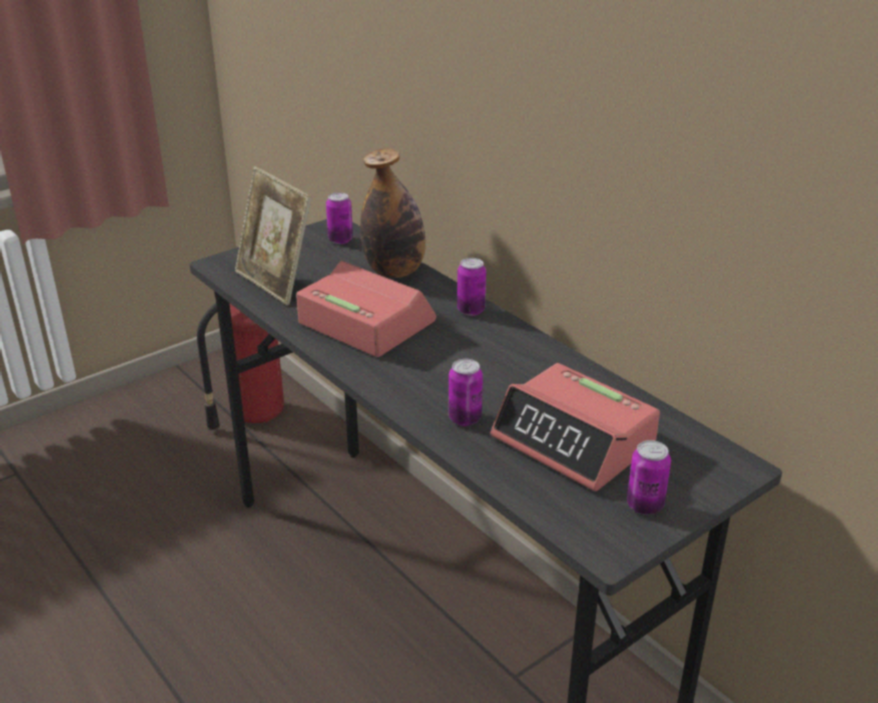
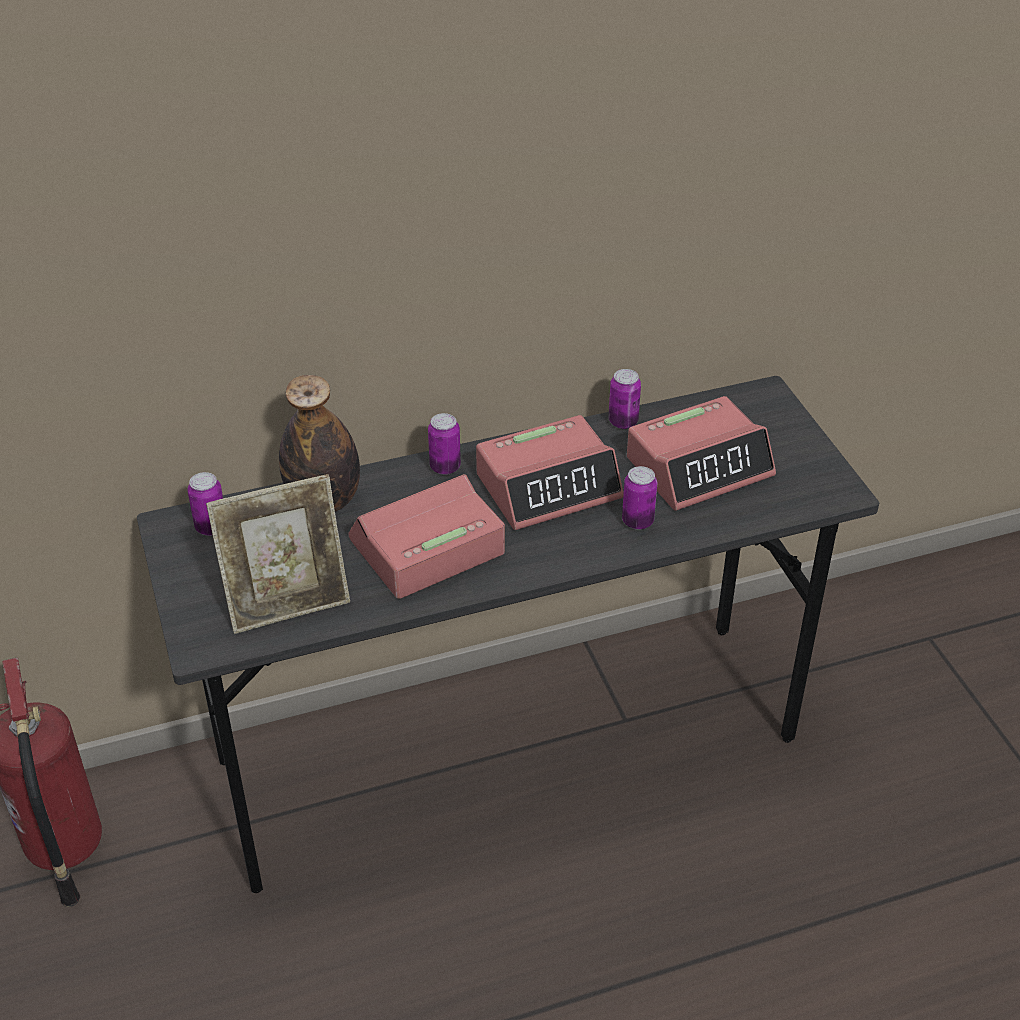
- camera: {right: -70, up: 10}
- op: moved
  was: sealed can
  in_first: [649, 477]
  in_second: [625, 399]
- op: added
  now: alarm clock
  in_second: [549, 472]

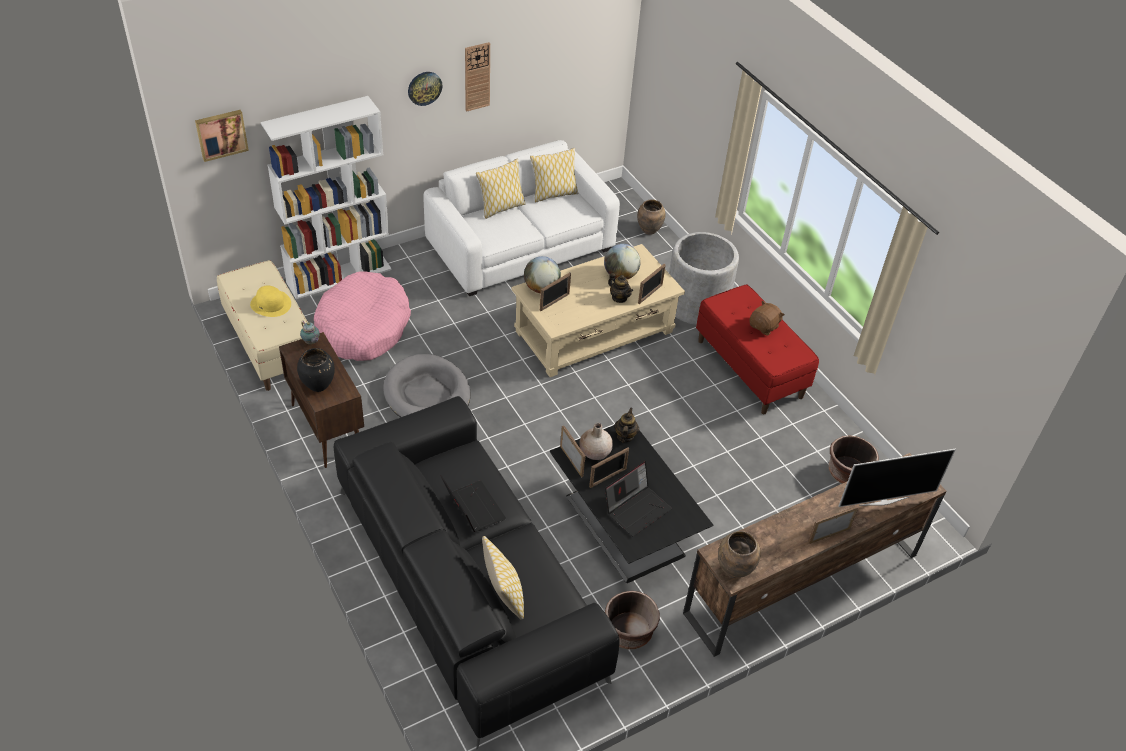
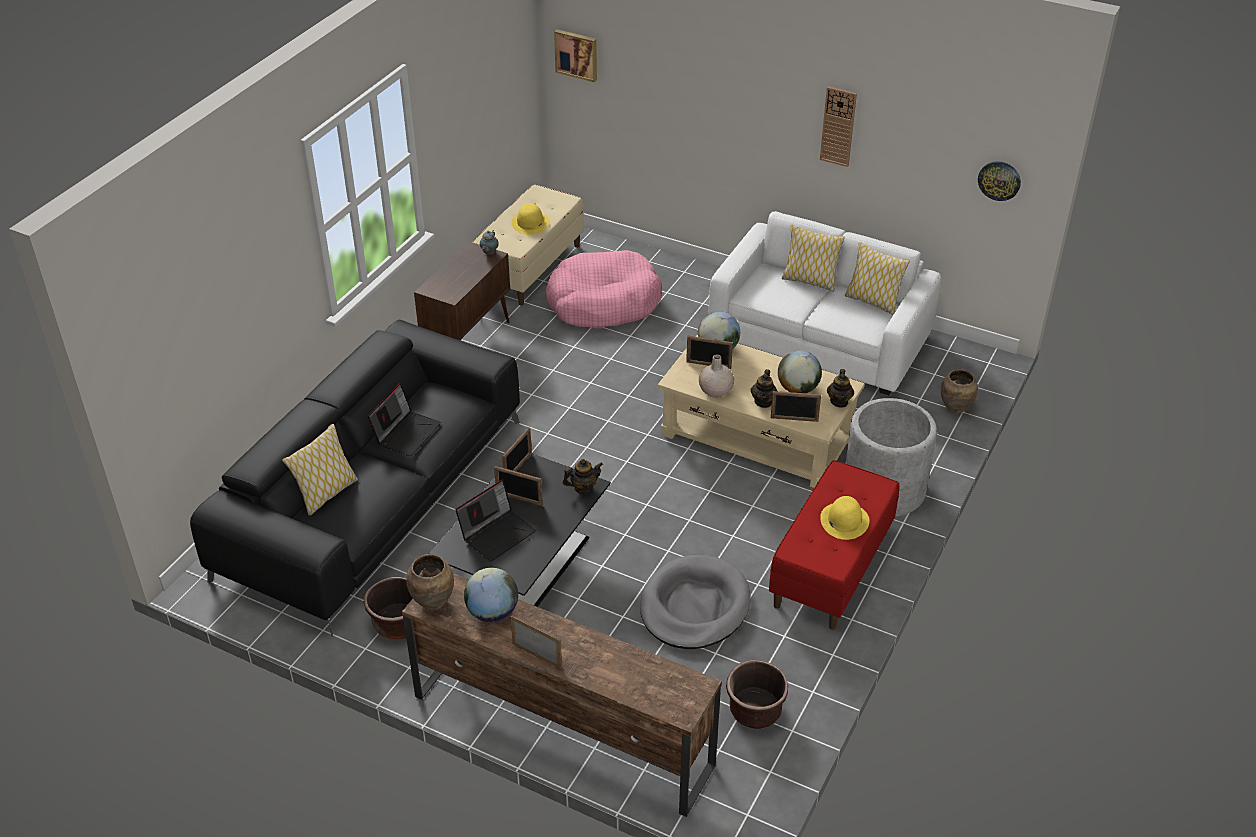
- camera: {right: 60, up: -5}
- op: removed
  was: bookcase/white-coloured
  in_first: [326, 197]
- op: removed
  was: flower vase/blackish
  in_first: [316, 370]
- op: moved
  was: dog bed/gray
  in_first: [426, 385]
  in_second: [695, 602]
- op: moved
  was: wall clock
  in_first: [425, 89]
  in_second: [999, 181]
- op: moved
  was: flower vase/sand-coloured
  in_first: [596, 441]
  in_second: [716, 375]
- op: turned
  was: portable computer
  in_first: [638, 498]
  in_second: [495, 521]
  clockwise: -60
- op: replaced
  was: plush toy/brown-coloured
  now: clothing hat/yellowish
  in_first: [767, 318]
  in_second: [845, 518]
- op: removed
  was: television
  in_first: [897, 478]
- op: added
  now: desk globe
  in_second: [491, 595]
- op: added
  now: teapot
  in_second: [840, 388]

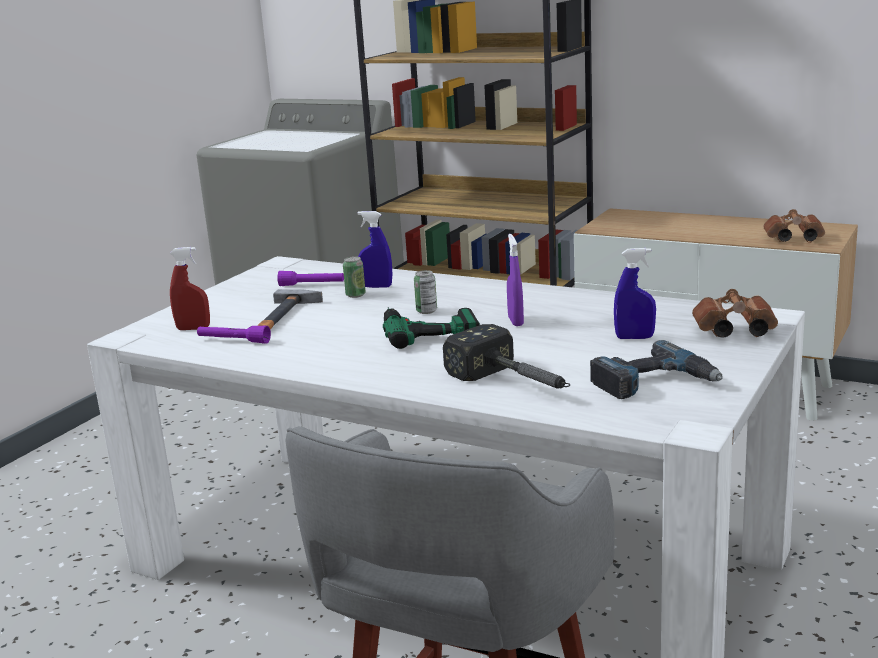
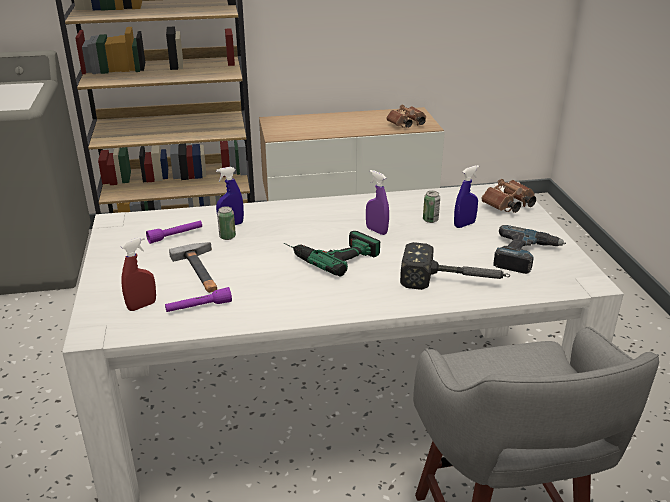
- camera: {right: -40, up: 10}
- op: moved
  was: sealed can
  in_first: [425, 292]
  in_second: [431, 207]

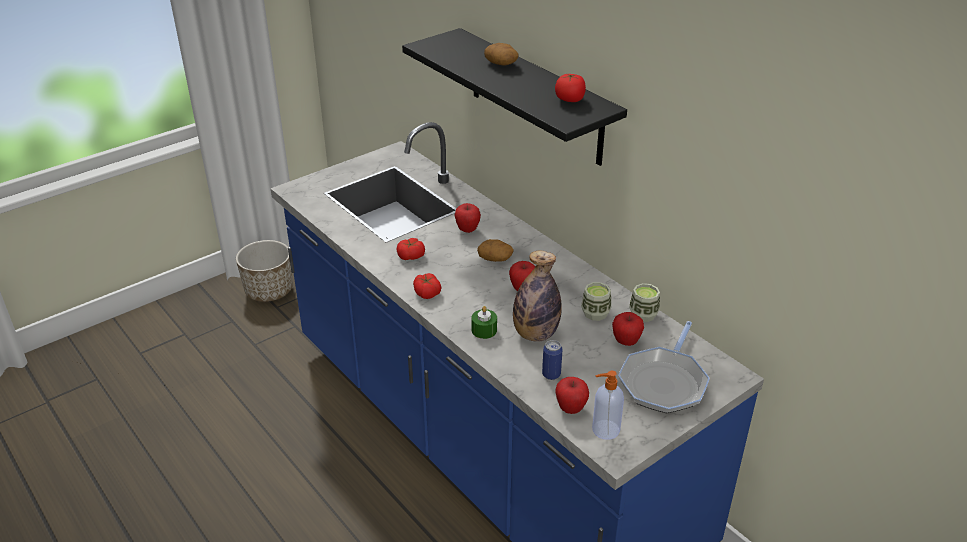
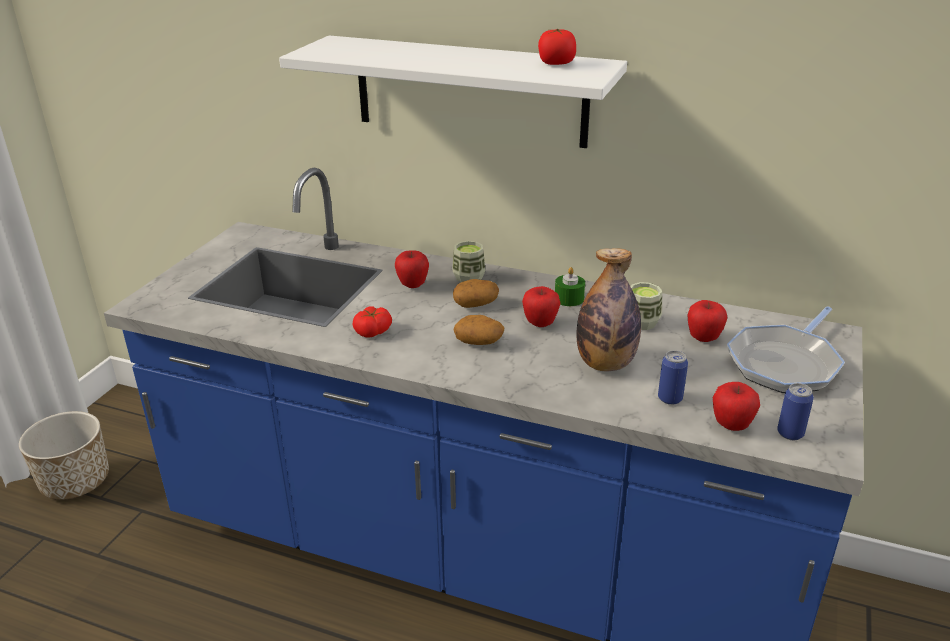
- camera: {right: -30, up: -5}
- op: recoloured
  was: shelf/blackish
  now: shelf/white-coloured
  in_first: [514, 97]
  in_second: [453, 91]
- op: removed
  was: whole tomato
  in_first: [427, 286]
- op: moved
  was: wax candle/green
  in_first: [484, 322]
  in_second: [570, 286]
- op: moved
  was: spud
  in_first: [501, 54]
  in_second: [479, 330]
- op: replaced
  was: liquid soap bottle
  now: sealed can
  in_first: [608, 405]
  in_second: [795, 411]
- op: turned
  was: frying pan
  in_first: [664, 367]
  in_second: [786, 349]
  clockwise: 45
- op: moved
  was: drinking cup
  in_first: [644, 302]
  in_second: [469, 261]

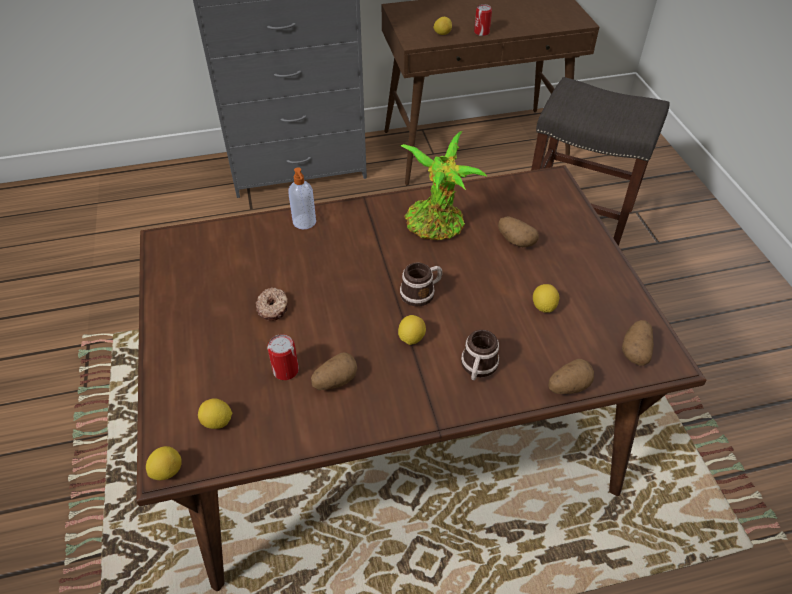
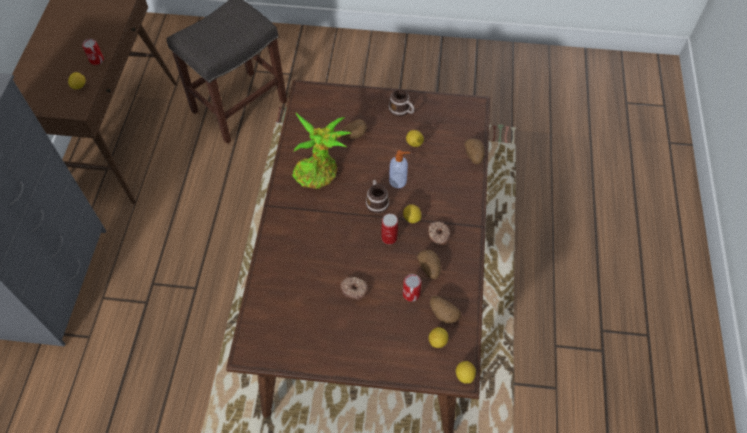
- camera: {right: -70, up: 10}
- op: moved
  was: liquid soap bottle
  in_first: [302, 198]
  in_second: [399, 169]
- op: moved
  was: mug
  in_first: [480, 355]
  in_second: [401, 103]
- op: moved
  was: spud
  in_first: [638, 343]
  in_second: [445, 310]
- op: added
  now: sealed can
  in_second: [390, 229]
- op: added
  now: donut
  in_second: [439, 233]

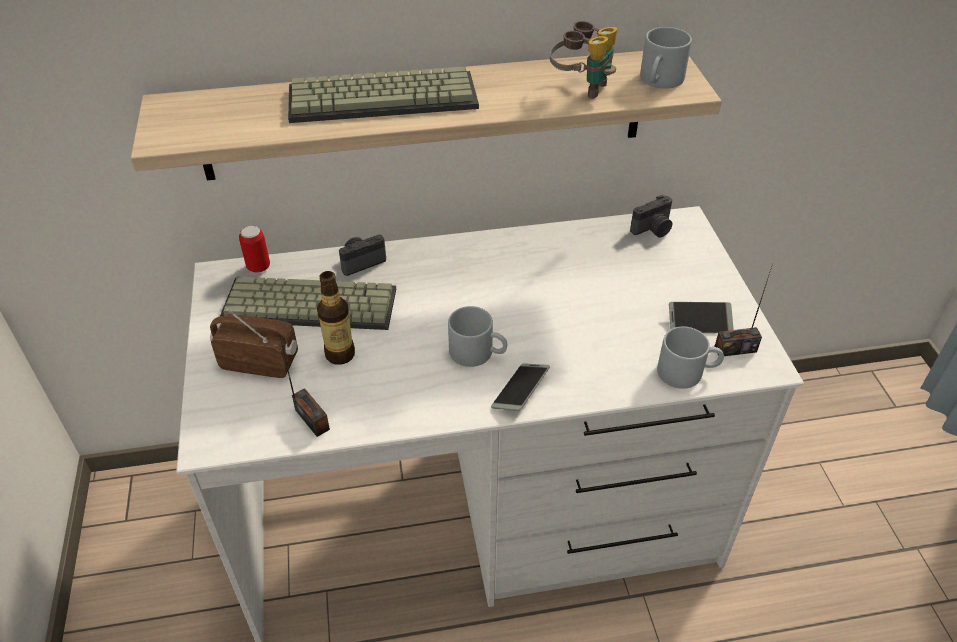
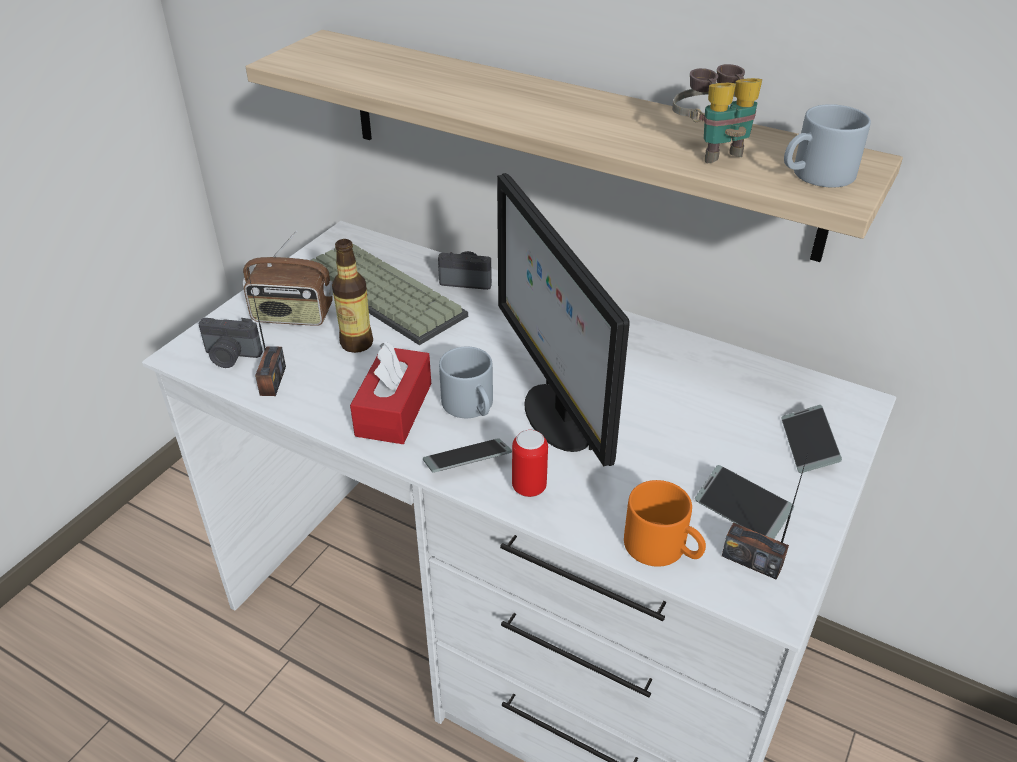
- camera: {right: 40, up: -5}
- op: turned
  was: radio receiver
  in_first: [254, 342]
  in_second: [288, 278]
  clockwise: 135
- op: moved
  was: sealed can
  in_first: [254, 249]
  in_second: [530, 463]
- op: removed
  was: keyboard
  in_first: [383, 94]
- op: moved
  was: photo camera
  in_first: [651, 216]
  in_second: [230, 343]
- op: recoloured
  was: mug/gray
  now: mug/orange-coloured
  in_first: [690, 358]
  in_second: [665, 523]
- op: added
  now: tissue holder/red
  in_second: [390, 392]
- op: added
  now: monitor
  in_second: [563, 319]
- op: added
  now: phone
  in_second: [811, 439]

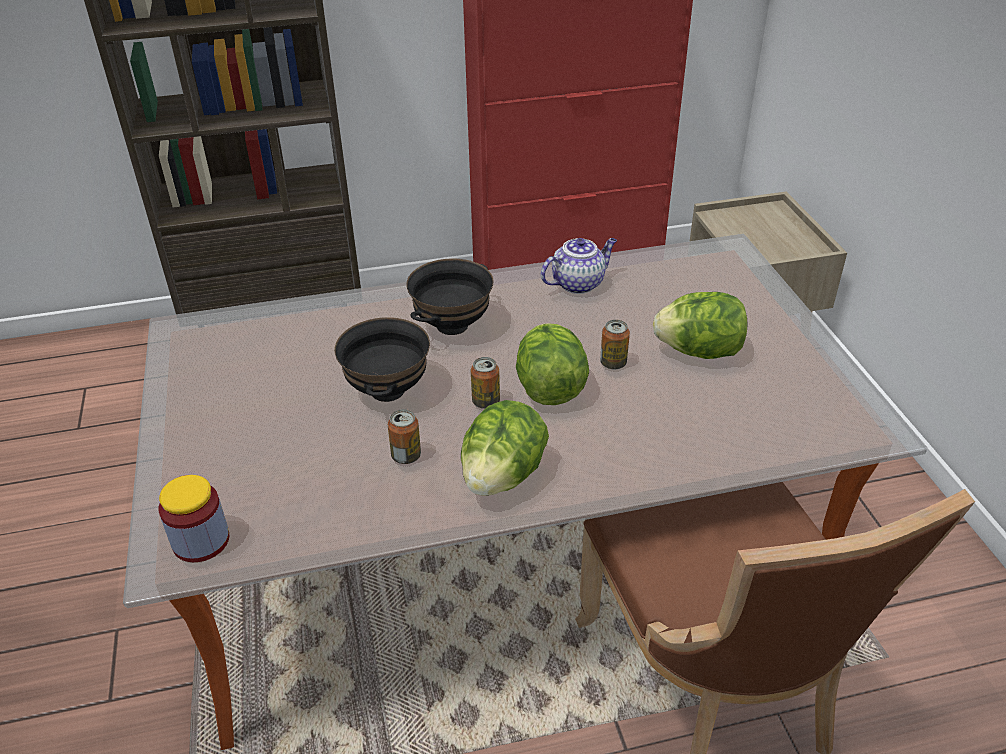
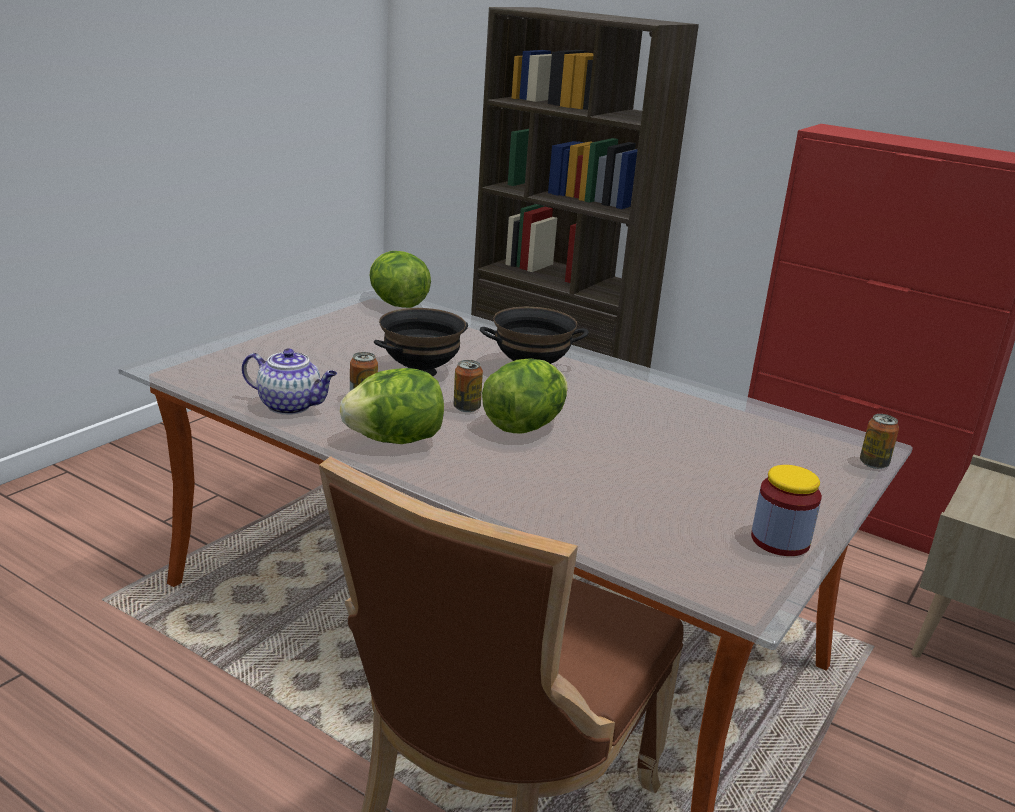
- camera: {right: 45, up: -15}
- op: moved
  was: preserve jar
  in_first: [194, 518]
  in_second: [786, 510]
- op: moved
  was: teapot
  in_first: [579, 266]
  in_second: [289, 382]
- op: moved
  was: sealed can
  in_first: [615, 344]
  in_second: [879, 441]
- op: moved
  was: head of lettuce
  in_first: [700, 325]
  in_second: [400, 279]

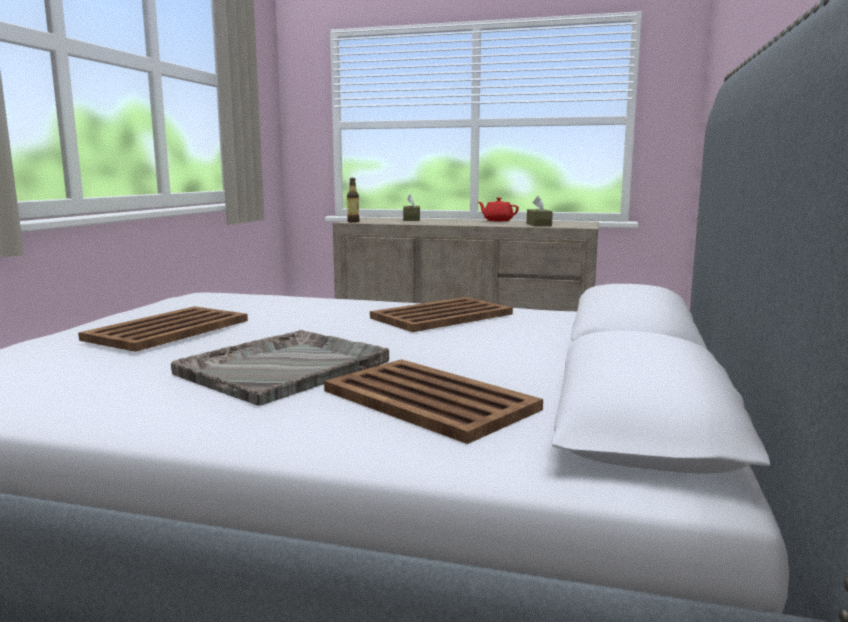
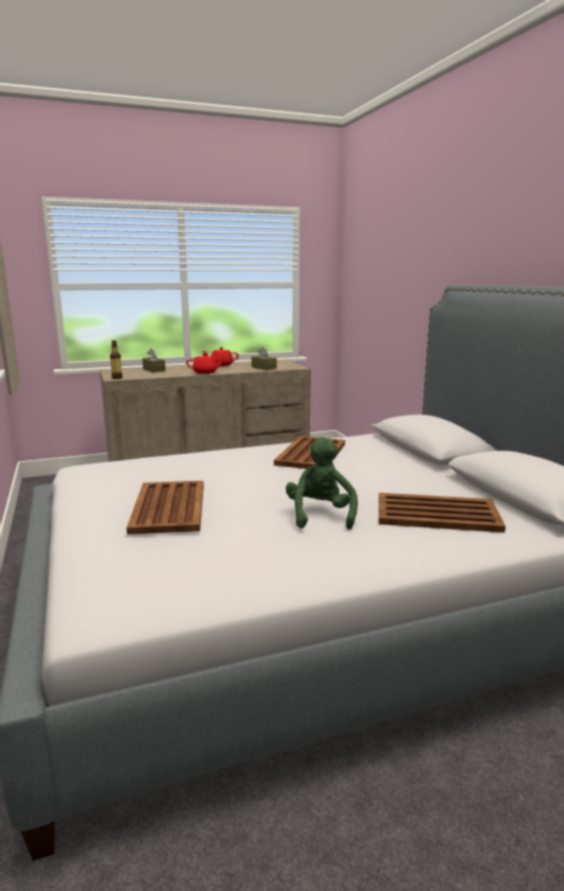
- camera: {right: -35, up: 5}
- op: replaced
  was: tray/gray
  now: plush toy/green
  in_first: [280, 368]
  in_second: [322, 483]
- op: added
  now: teapot/red
  in_second: [205, 363]

